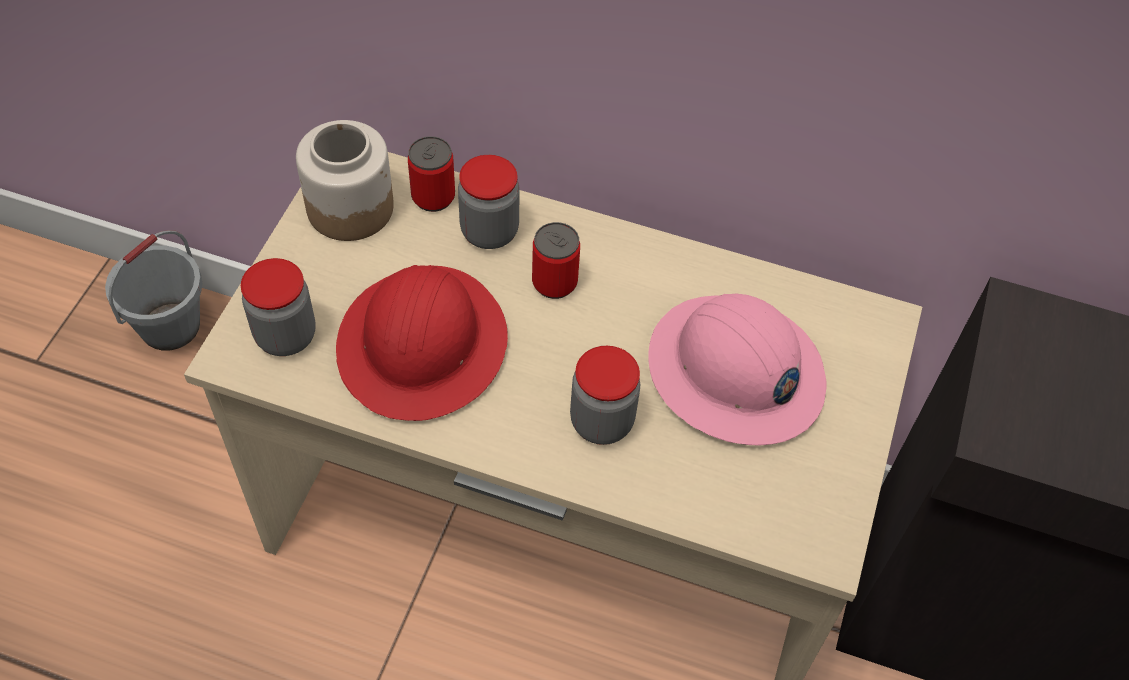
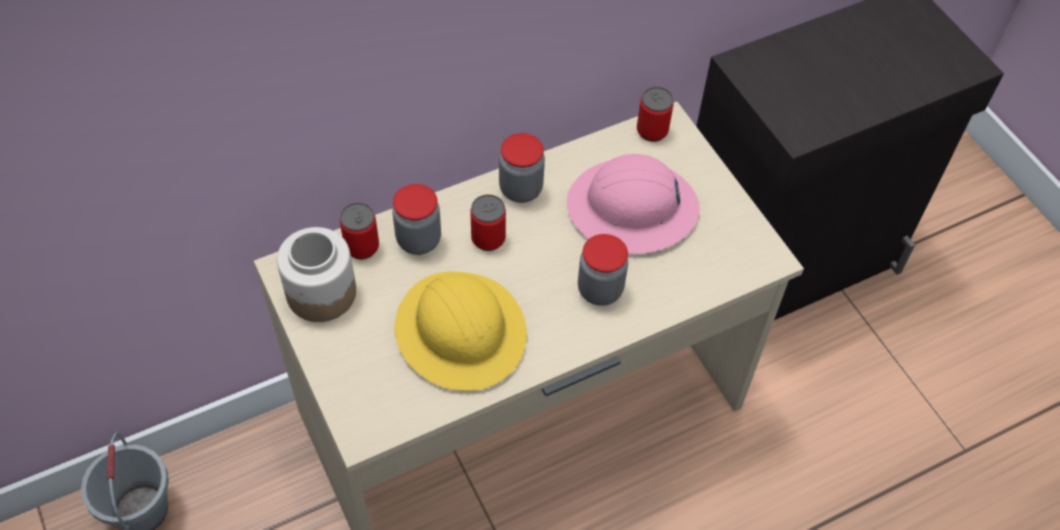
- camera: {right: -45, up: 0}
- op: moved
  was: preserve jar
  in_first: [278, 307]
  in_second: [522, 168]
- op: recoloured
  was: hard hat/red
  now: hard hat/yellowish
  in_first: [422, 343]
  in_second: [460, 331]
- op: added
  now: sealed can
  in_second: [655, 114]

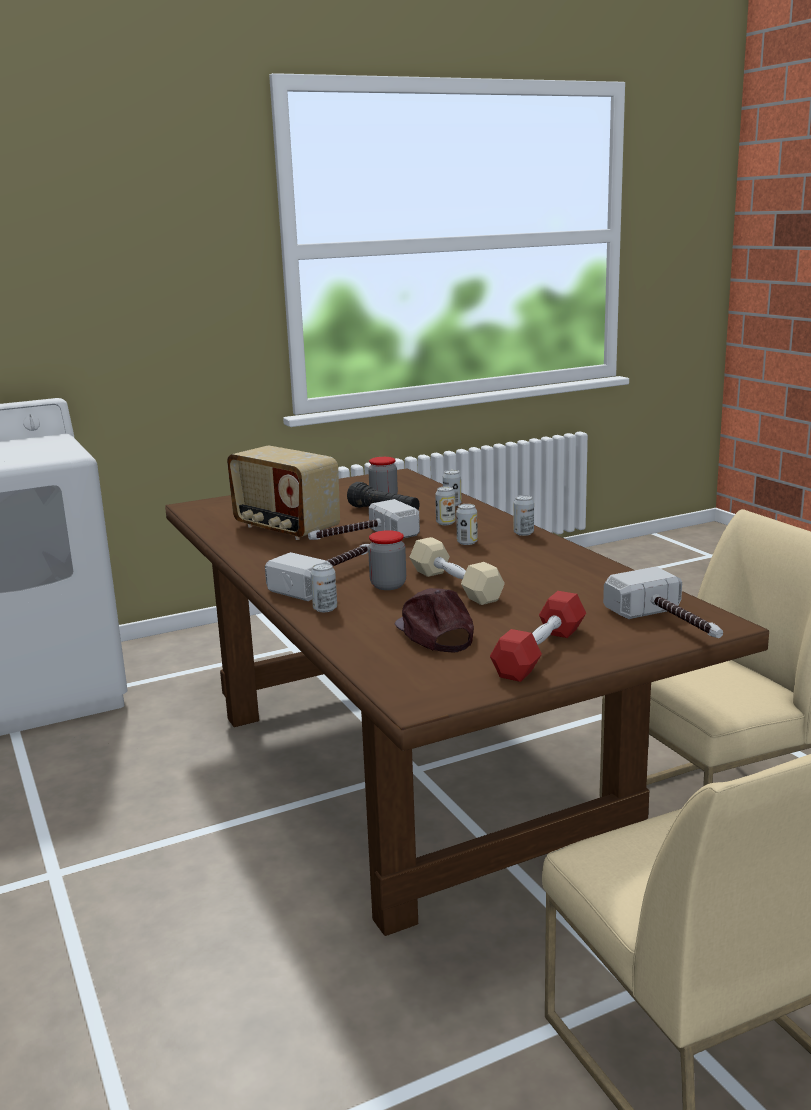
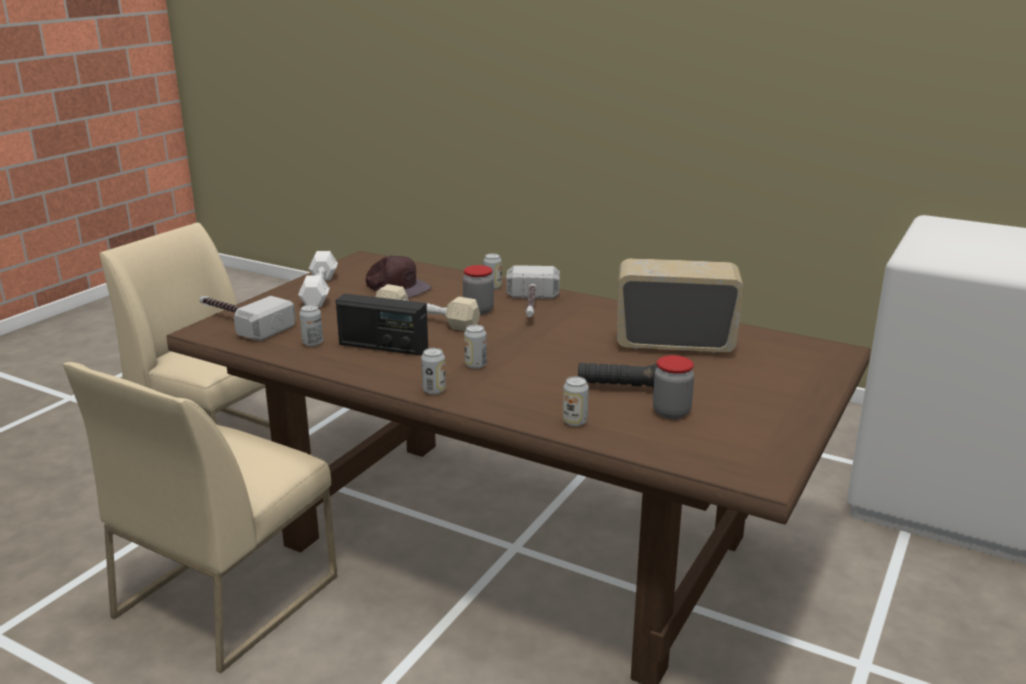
- camera: {right: 145, up: 5}
- op: removed
  was: hand hammer
  in_first: [364, 519]
- op: moved
  was: sealed can
  in_first: [445, 506]
  in_second: [311, 325]
- op: recoloured
  was: free weight/red
  now: free weight/white-coloured
  in_first: [538, 636]
  in_second: [318, 279]
- op: added
  now: radio receiver
  in_second: [382, 324]

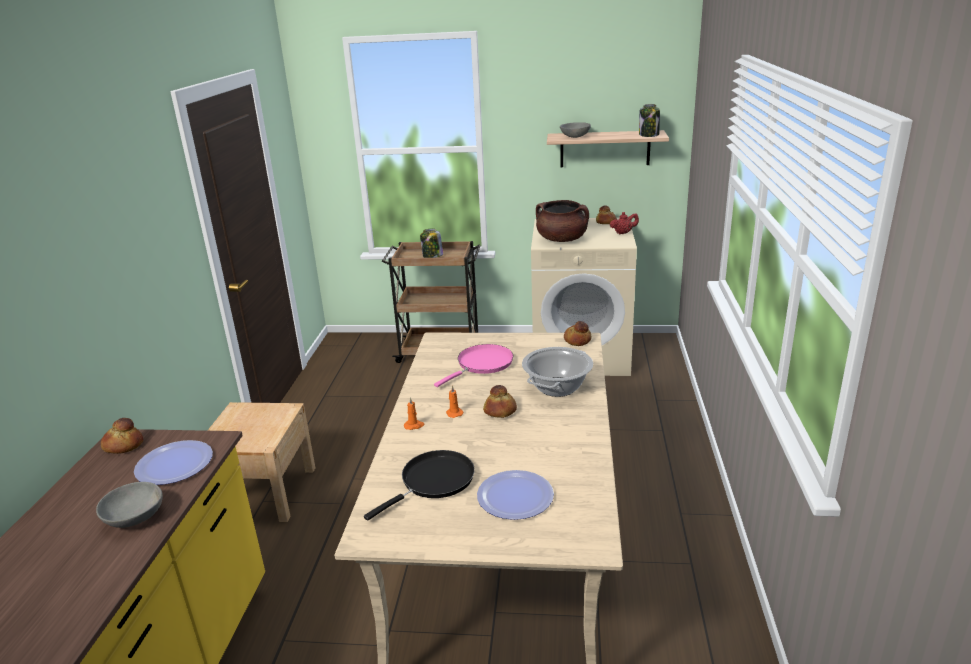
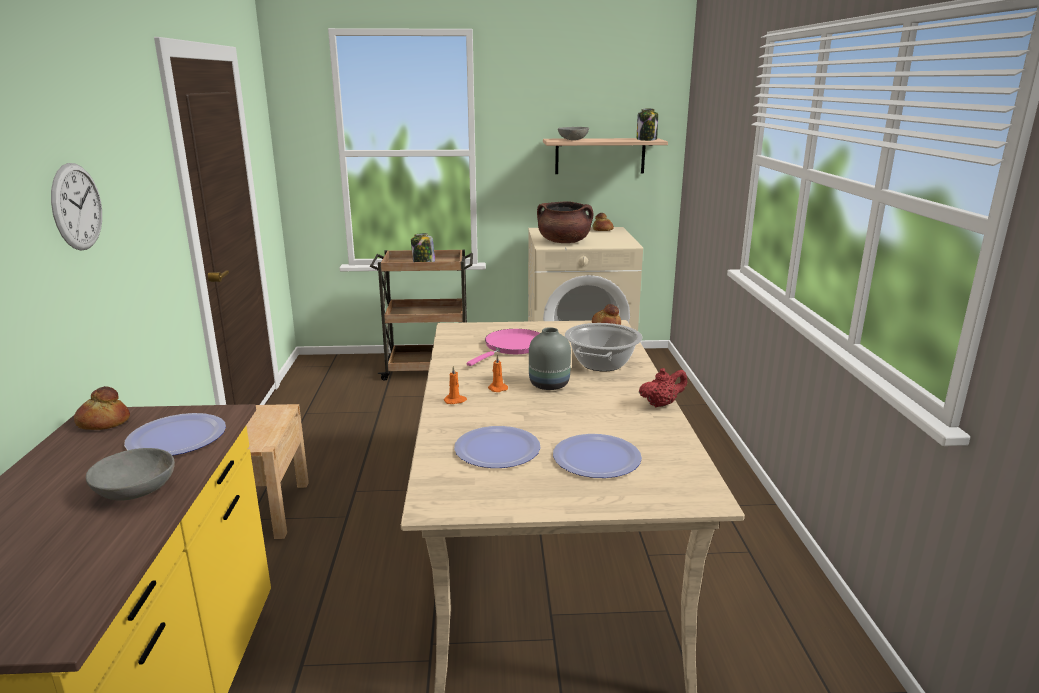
- camera: {right: -10, up: -5}
- op: replaced
  was: frying pan/blackish
  now: dinner plate
  in_first: [419, 485]
  in_second: [497, 447]
- op: replaced
  was: bread
  now: flower vase/gray
  in_first: [500, 401]
  in_second: [550, 358]
- op: moved
  was: teapot/red
  in_first: [624, 223]
  in_second: [663, 387]
- op: added
  now: wall clock
  in_second: [76, 206]

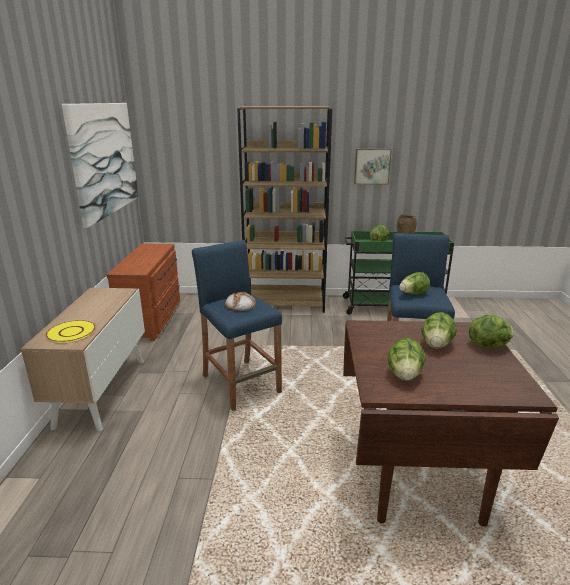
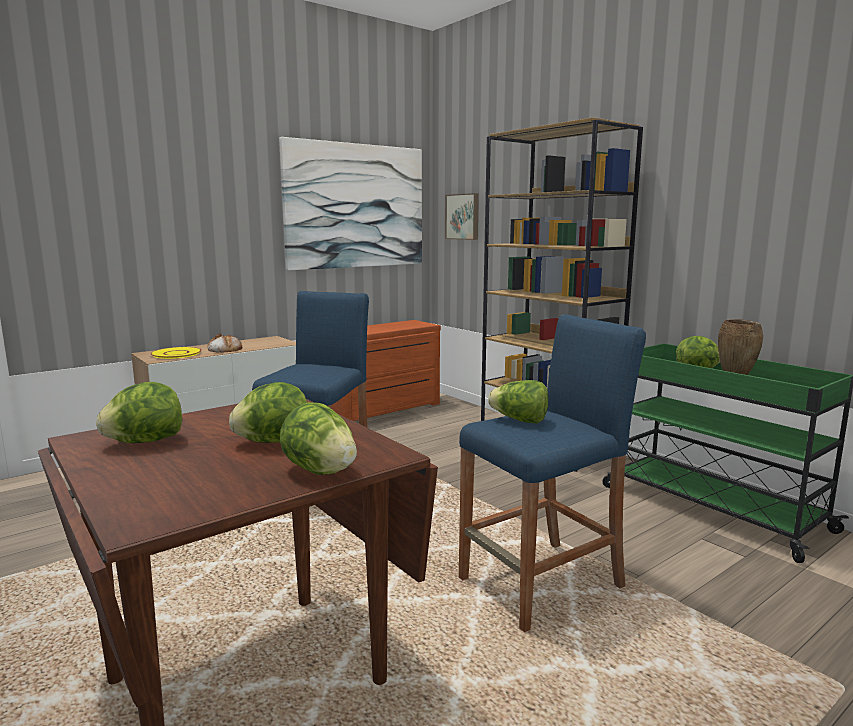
- camera: {right: 50, up: -10}
- op: moved
  was: bread
  in_first: [240, 301]
  in_second: [225, 342]
- op: moved
  was: wall picture
  in_first: [373, 167]
  in_second: [462, 216]

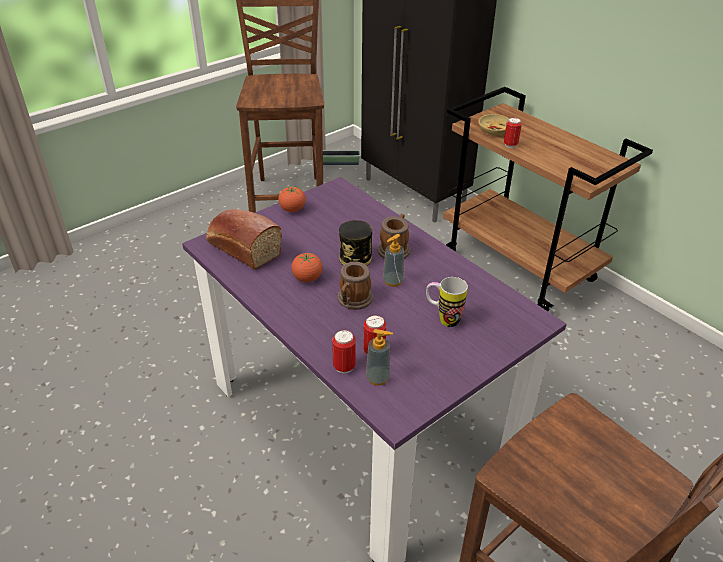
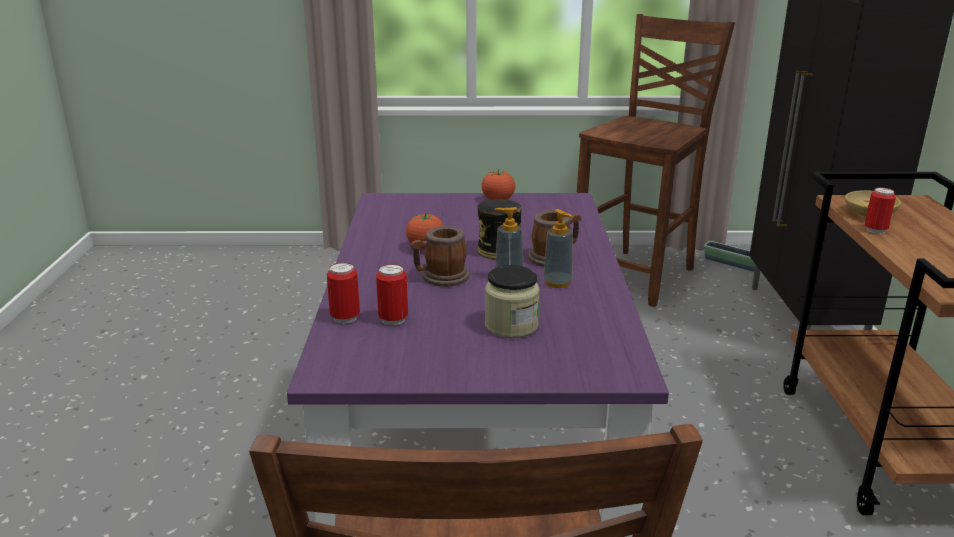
- camera: {right: 40, up: -15}
- op: removed
  was: bread
  in_first: [244, 239]
- op: moved
  was: liquid soap bottle
  in_first: [379, 357]
  in_second: [558, 248]
- op: replaced
  was: mug
  now: preserve jar
  in_first: [447, 302]
  in_second: [512, 301]

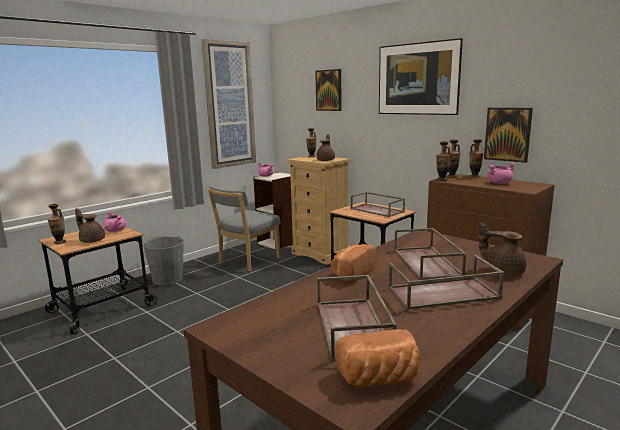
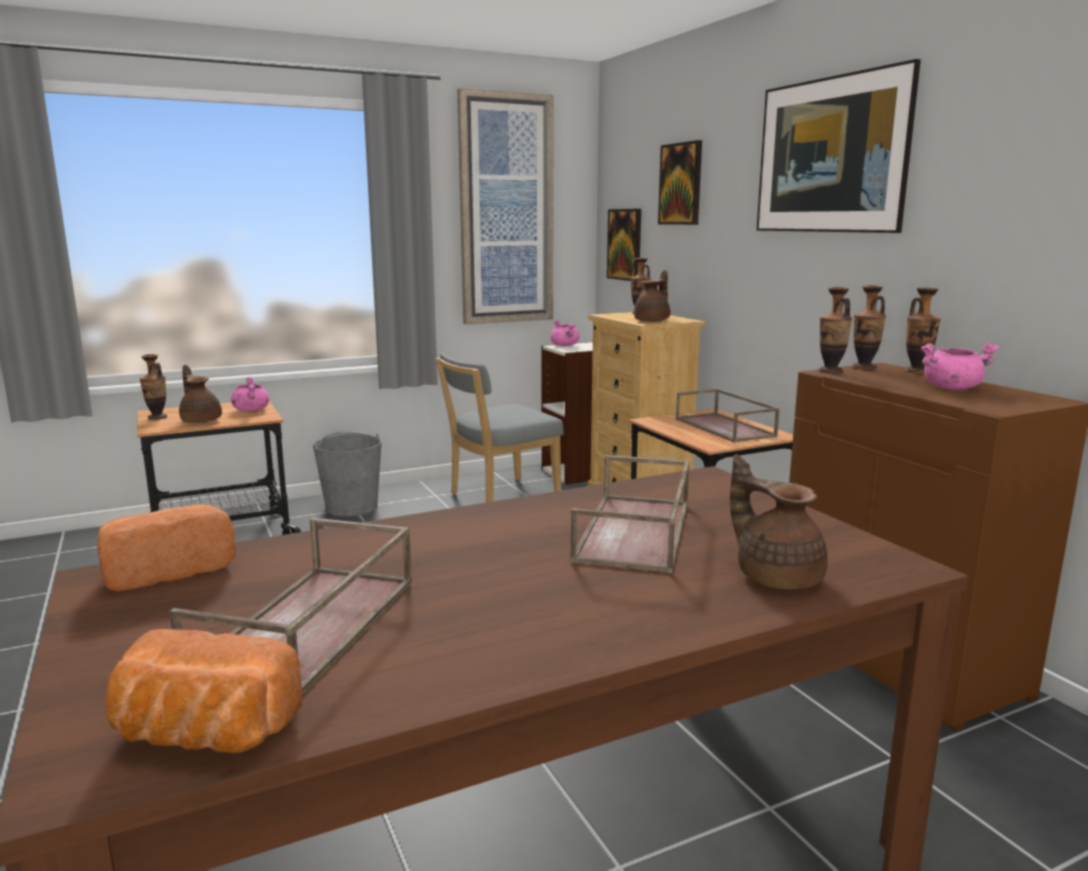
- camera: {right: 20, up: 0}
- op: moved
  was: bread
  in_first: [354, 263]
  in_second: [166, 547]
- op: removed
  was: tray/brown-coloured
  in_first: [446, 282]
- op: moved
  was: wall picture
  in_first: [508, 135]
  in_second: [624, 245]

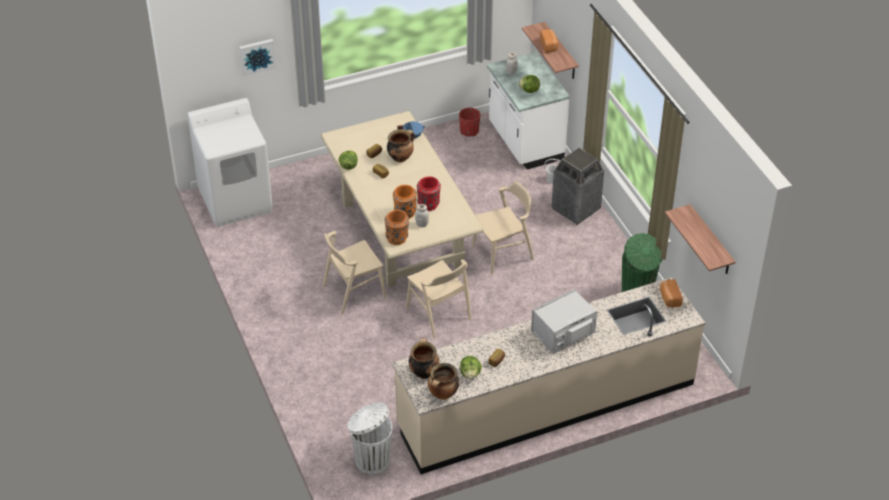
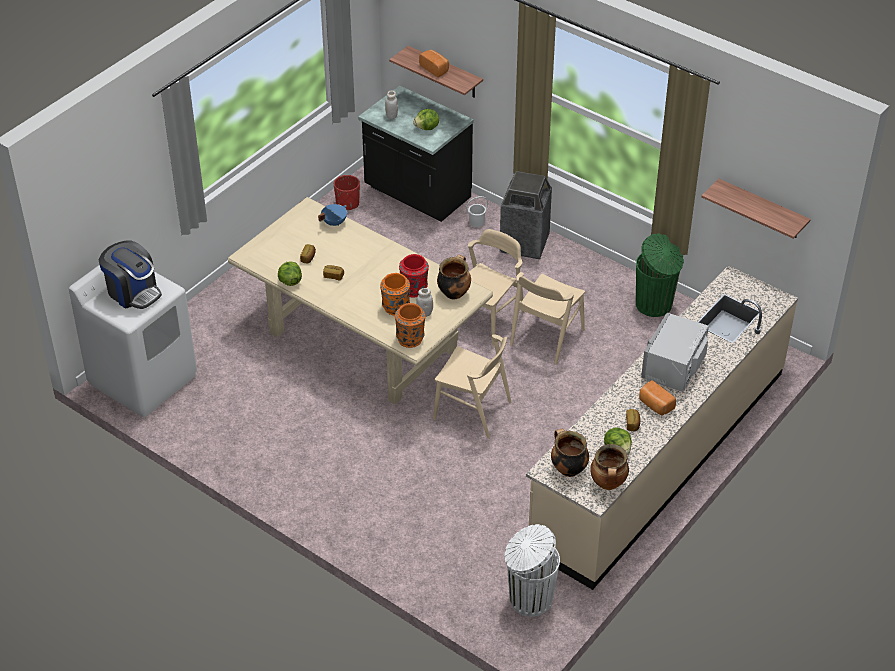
- camera: {right: -30, up: 0}
- op: removed
  was: wall picture
  in_first: [257, 57]
- op: moved
  was: upright chair/sand-coloured
  in_first: [354, 273]
  in_second: [547, 318]
- op: moved
  was: stockpot
  in_first: [401, 145]
  in_second: [454, 277]
- op: recoloured
  was: kitchen counter/white-coloured
  now: kitchen counter/blackish
  in_first: [528, 111]
  in_second: [416, 154]
- op: moved
  was: bread
  in_first: [671, 293]
  in_second: [657, 397]
- op: added
  now: coffee brewer
  in_second: [130, 275]

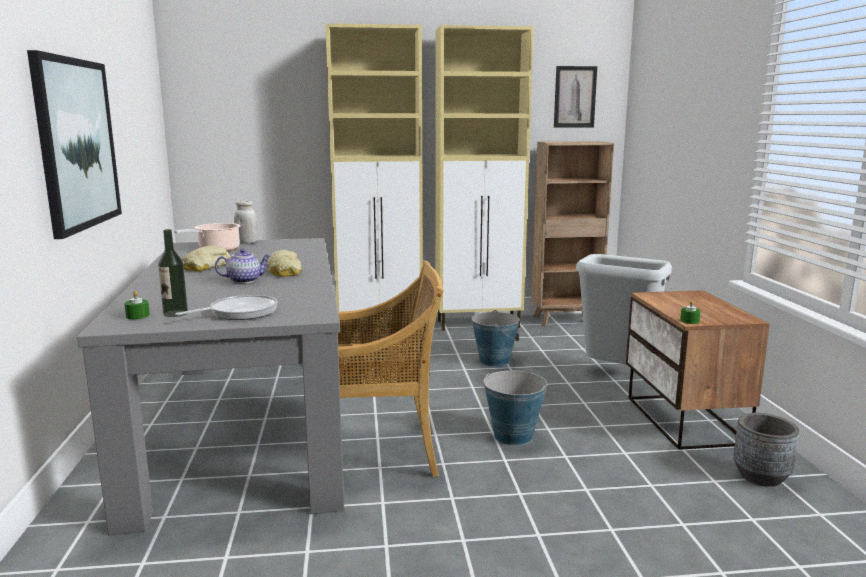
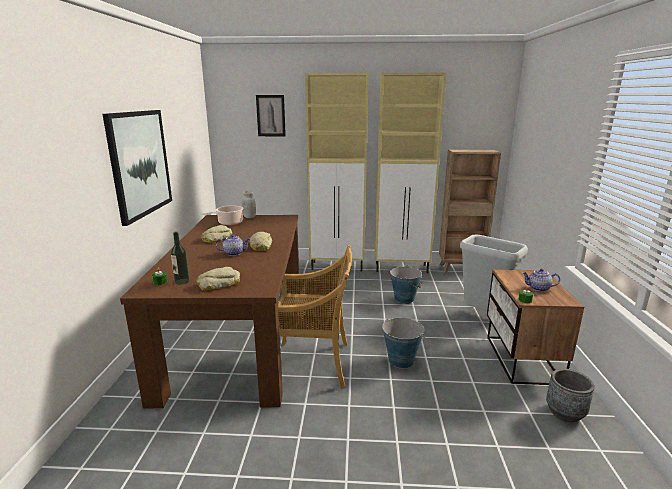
- camera: {right: 10, up: 5}
- op: recoloured
  was: kitchen table/gray
  now: kitchen table/brown-coloured
  in_first: [210, 386]
  in_second: [209, 311]
- op: replaced
  was: frying pan
  now: bread
  in_first: [226, 307]
  in_second: [218, 279]
- op: moved
  was: wall picture
  in_first: [575, 96]
  in_second: [271, 115]
- op: added
  now: teapot
  in_second: [541, 280]

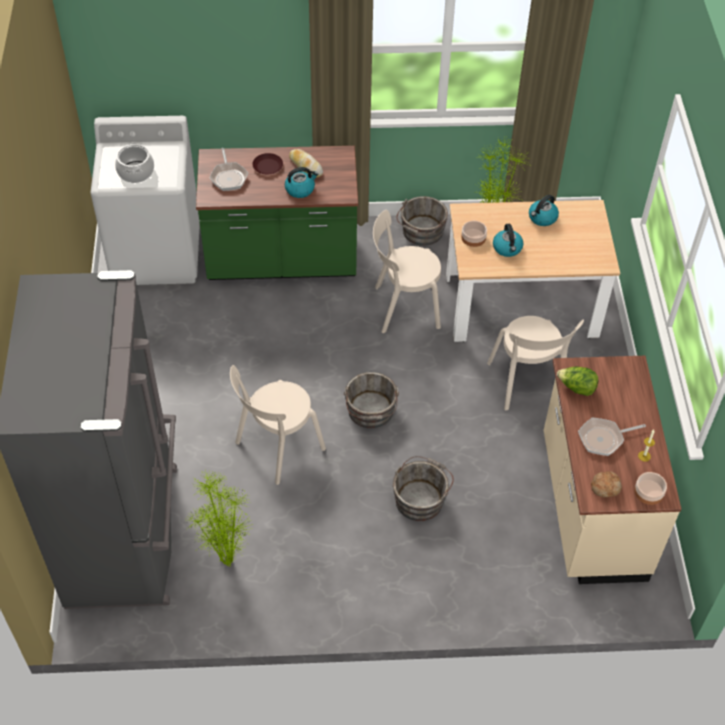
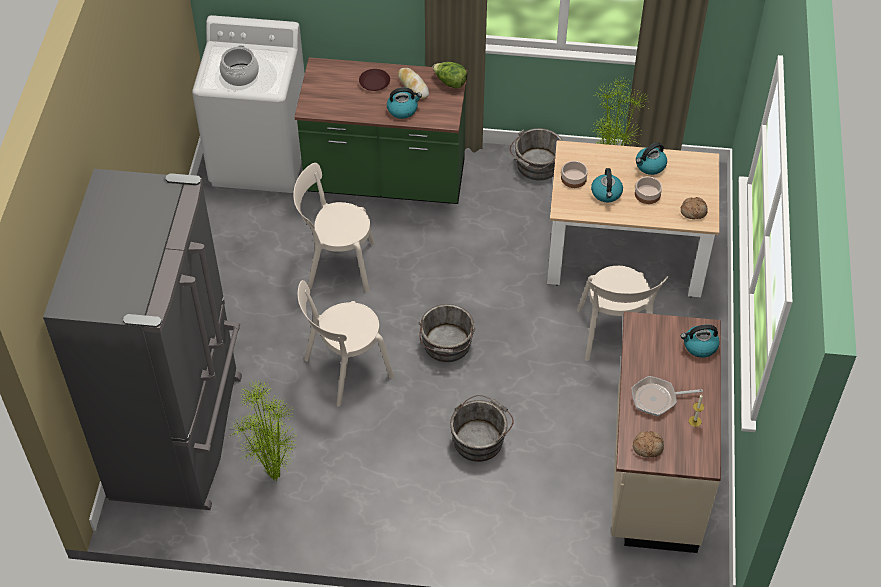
- camera: {right: 10, up: 0}
- op: removed
  was: frying pan
  in_first: [229, 169]
- op: moved
  was: upright chair/sand-coloured
  in_first: [407, 271]
  in_second: [334, 228]
- op: moved
  was: head of lettuce
  in_first: [577, 381]
  in_second: [449, 75]
- op: moved
  was: serving bowl
  in_first: [650, 488]
  in_second: [648, 190]
- op: added
  now: bread
  in_second: [694, 208]
- op: added
  now: kettle
  in_second: [700, 341]

